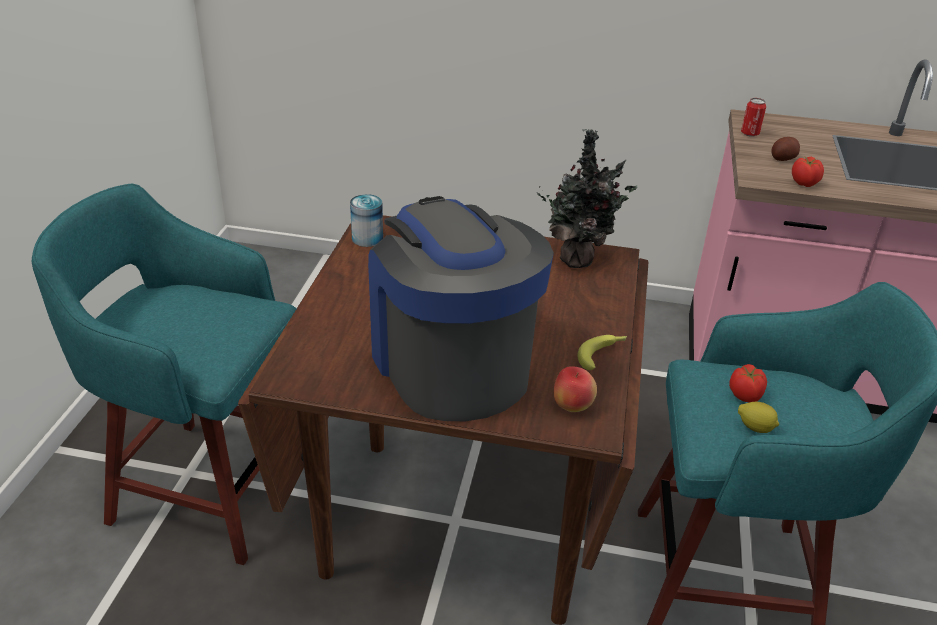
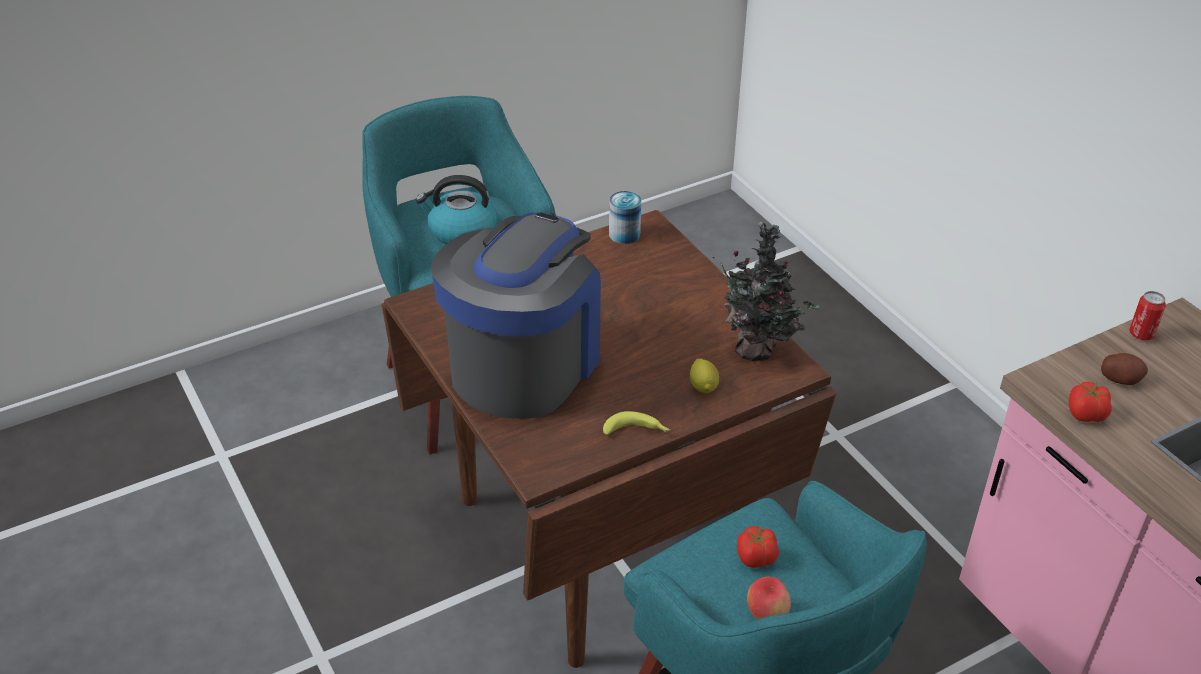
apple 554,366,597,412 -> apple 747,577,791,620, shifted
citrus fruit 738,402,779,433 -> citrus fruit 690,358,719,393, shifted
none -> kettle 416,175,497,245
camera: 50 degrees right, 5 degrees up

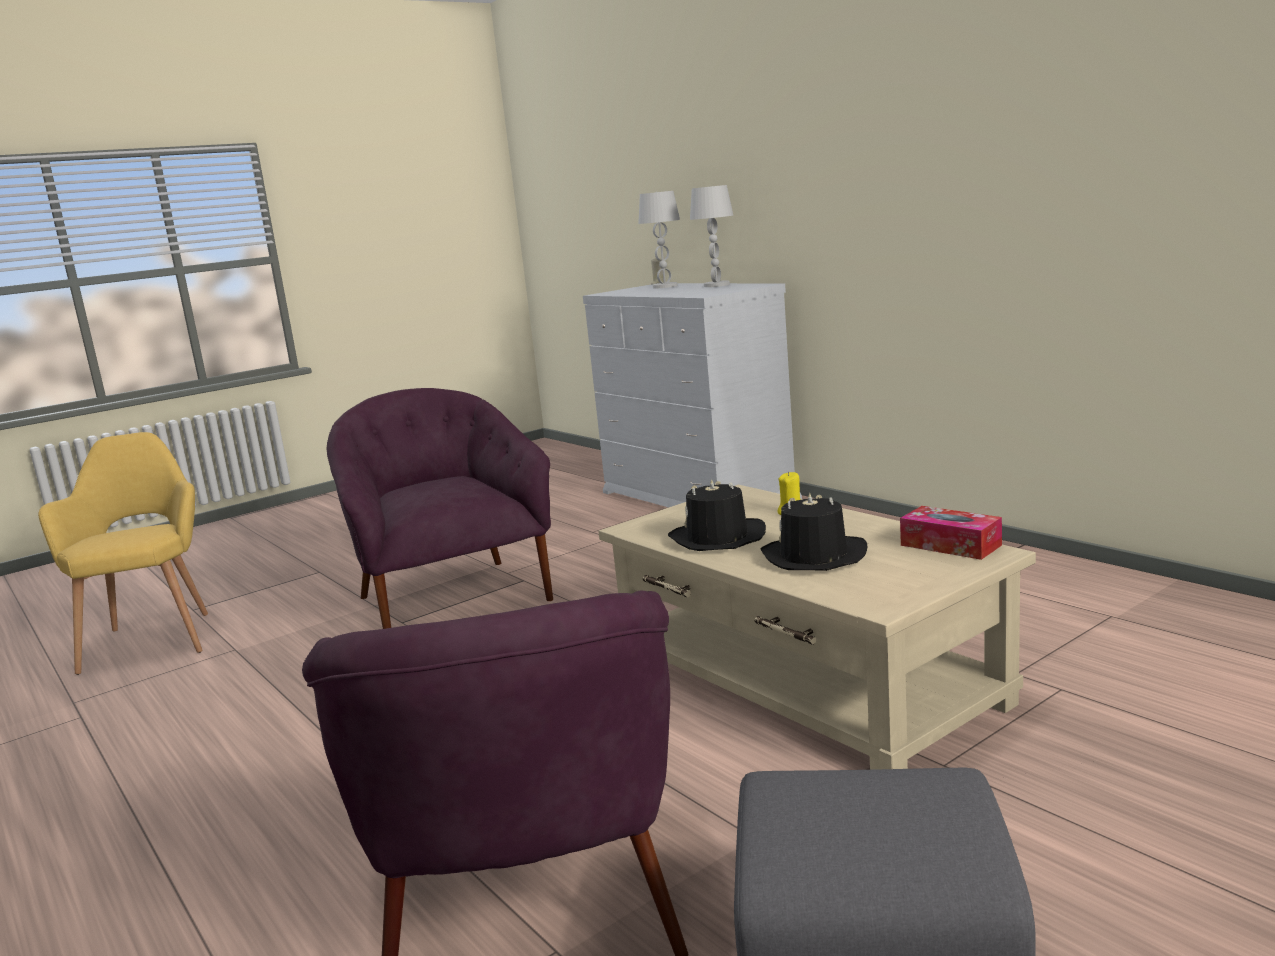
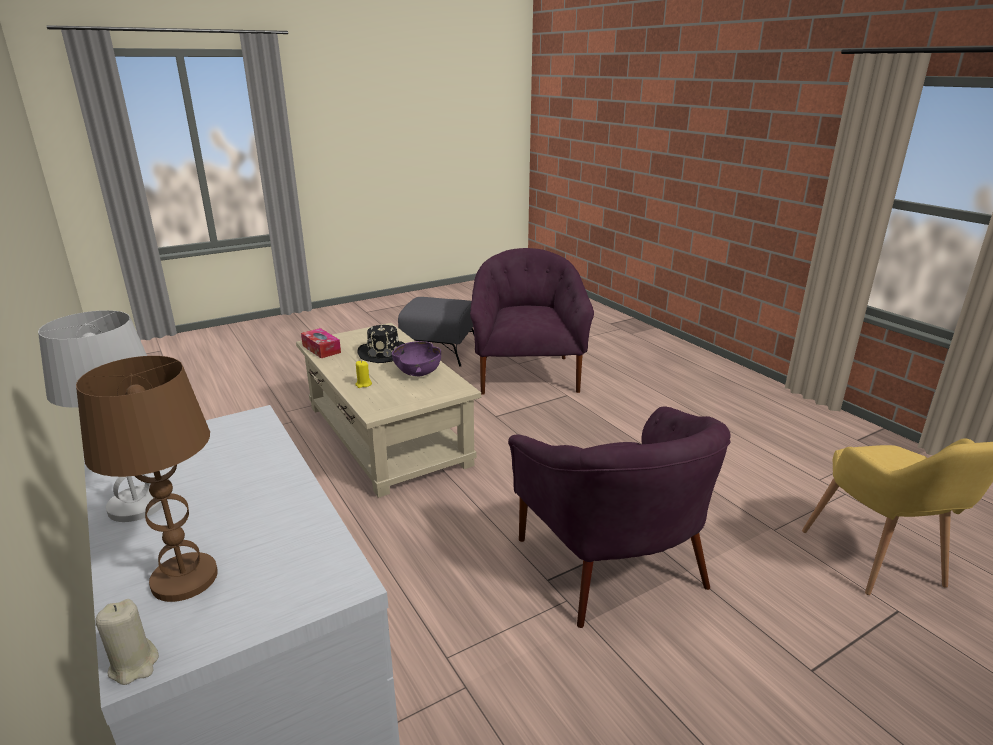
white table lamp 638,191,680,288 -> brown-coloured table lamp 76,356,218,602
black wearable hat 668,479,766,551 -> purple deep dish 392,341,441,376
camera: 175 degrees left, 10 degrees up

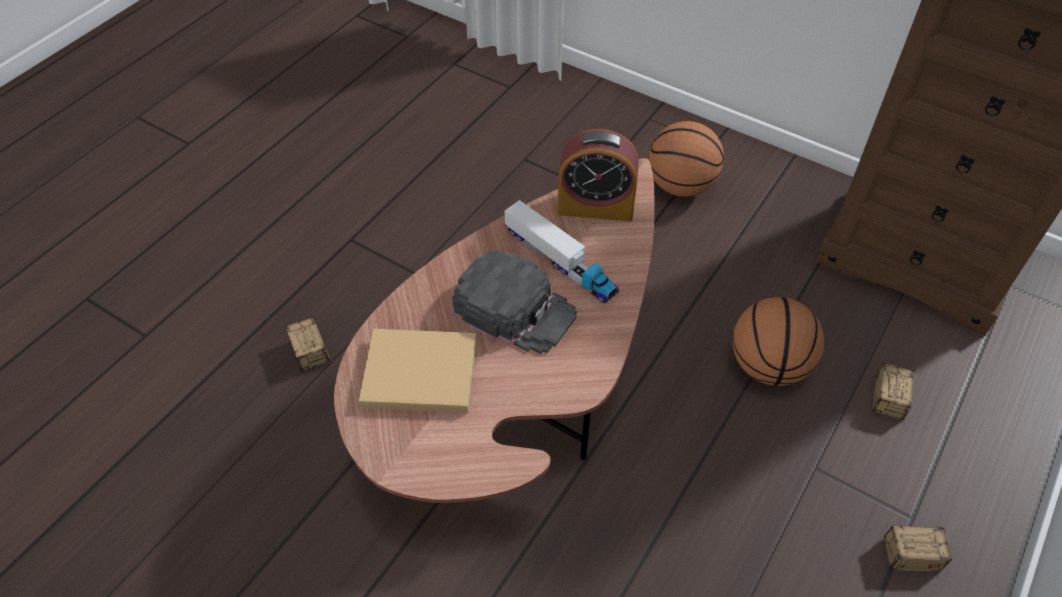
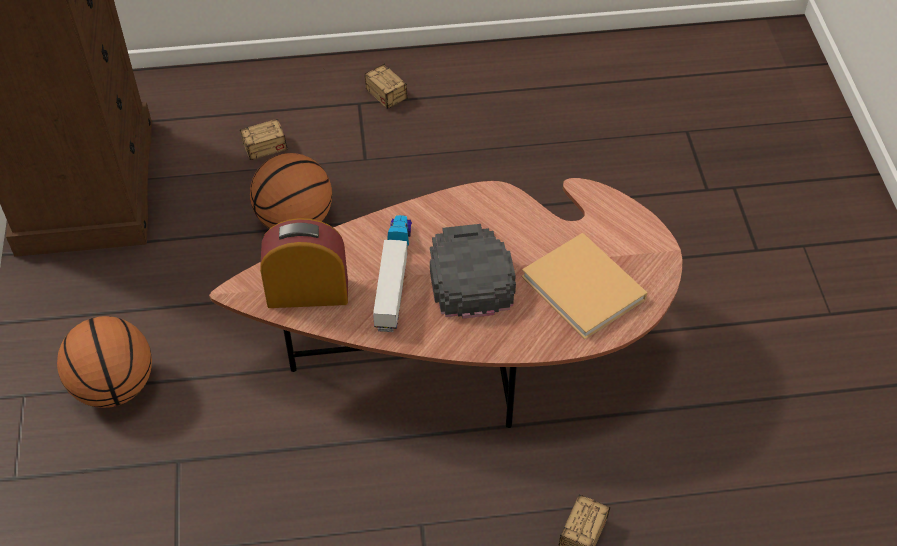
alarm clock 558,129,639,222 -> alarm clock 260,218,348,308, 60 degrees counterclockwise
camera: 130 degrees left, 0 degrees up

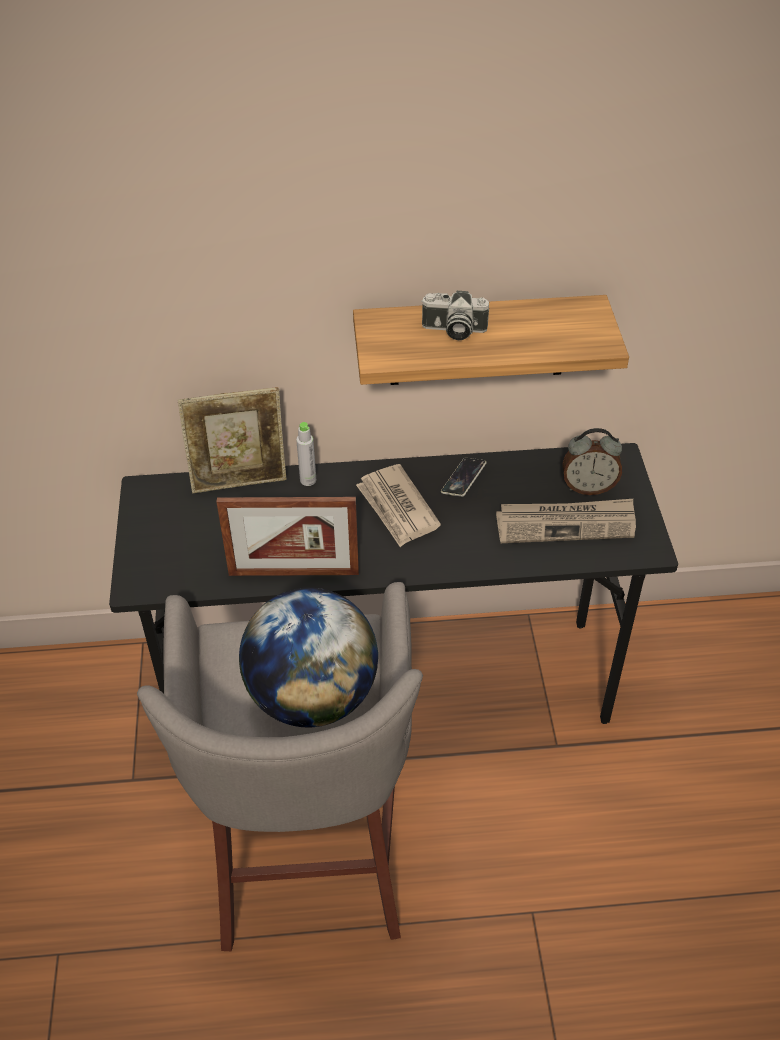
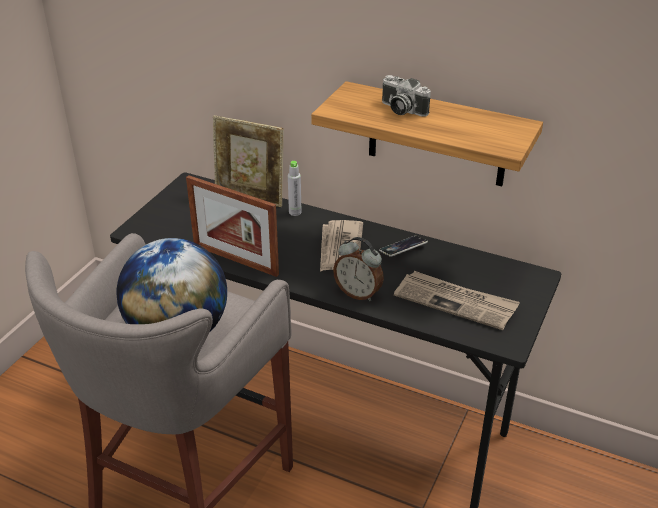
alarm clock 563,428,622,495 -> alarm clock 333,237,384,301, shifted
camera: 30 degrees right, 10 degrees down

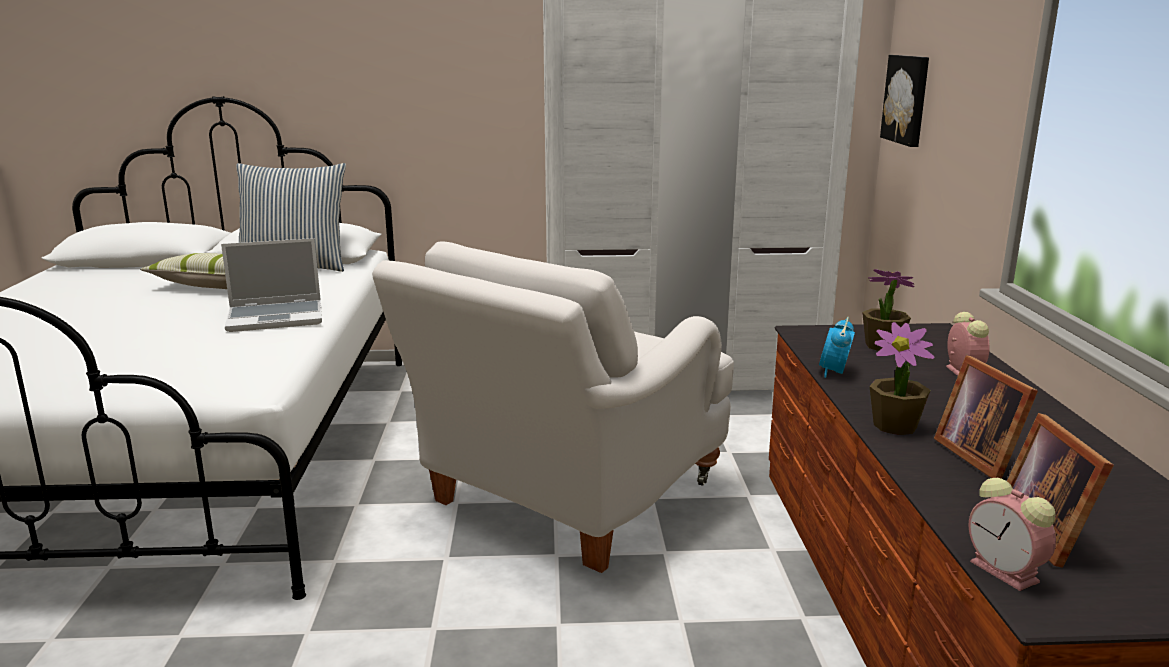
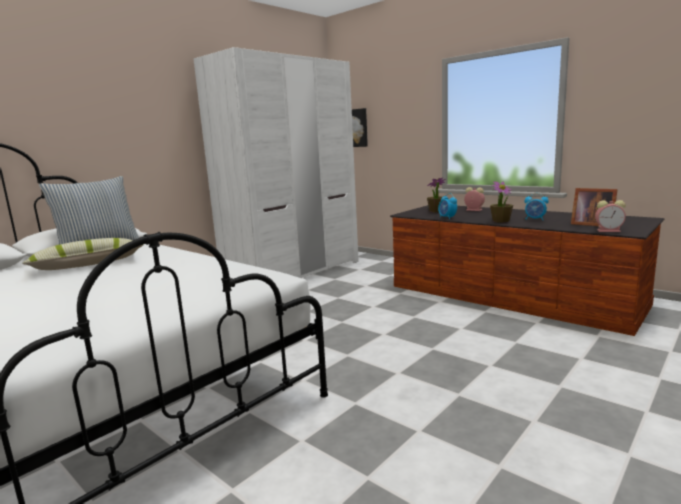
portable computer 221,238,322,332 -> none
white easy chair 372,241,734,573 -> none
picture frame 934,355,1038,479 -> alarm clock 525,193,549,220
camera: 45 degrees left, 5 degrees down

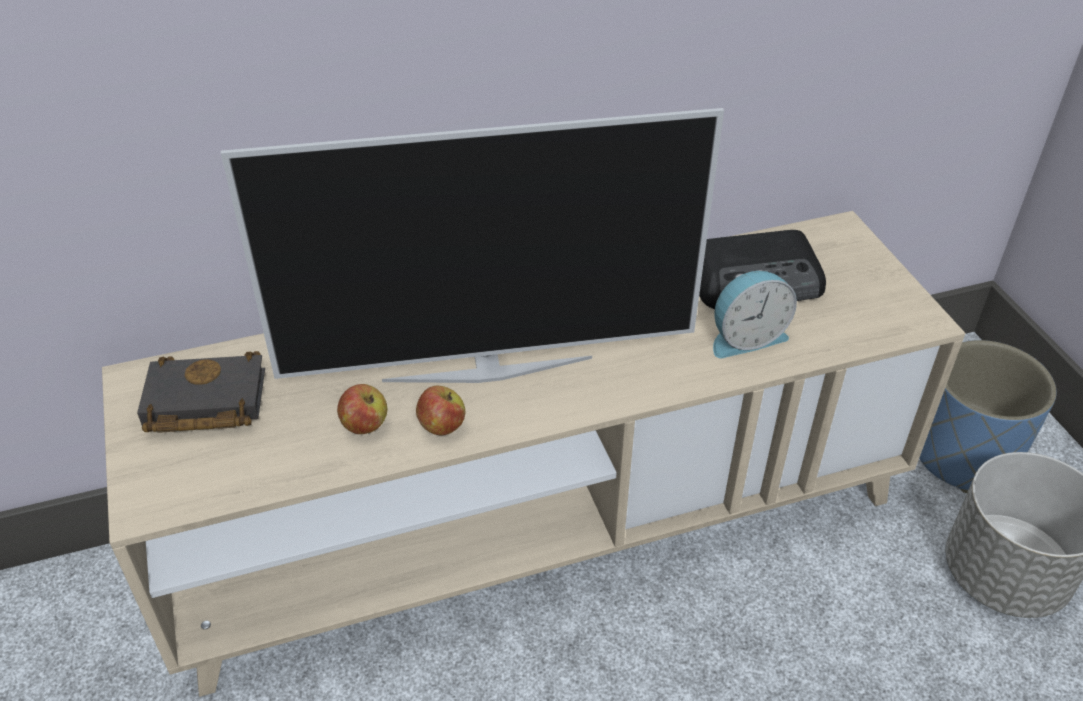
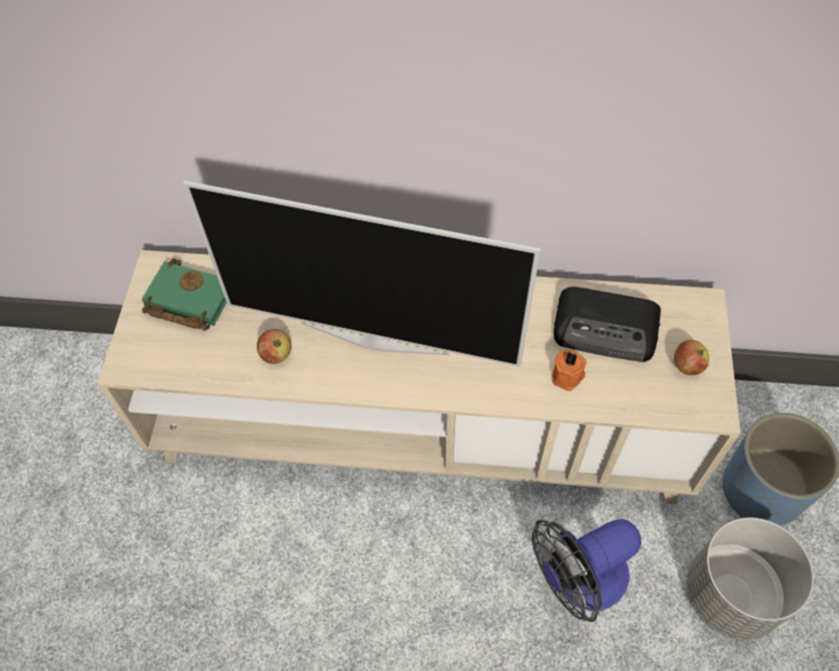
alarm clock 713,271,797,358 -> orangey candle 552,350,587,391
black bound book 137,351,265,433 -> green bound book 142,258,227,330
apple 416,386,466,436 -> apple 674,340,709,375, shifted
none -> fan 532,519,641,622
camera: 25 degrees right, 15 degrees up

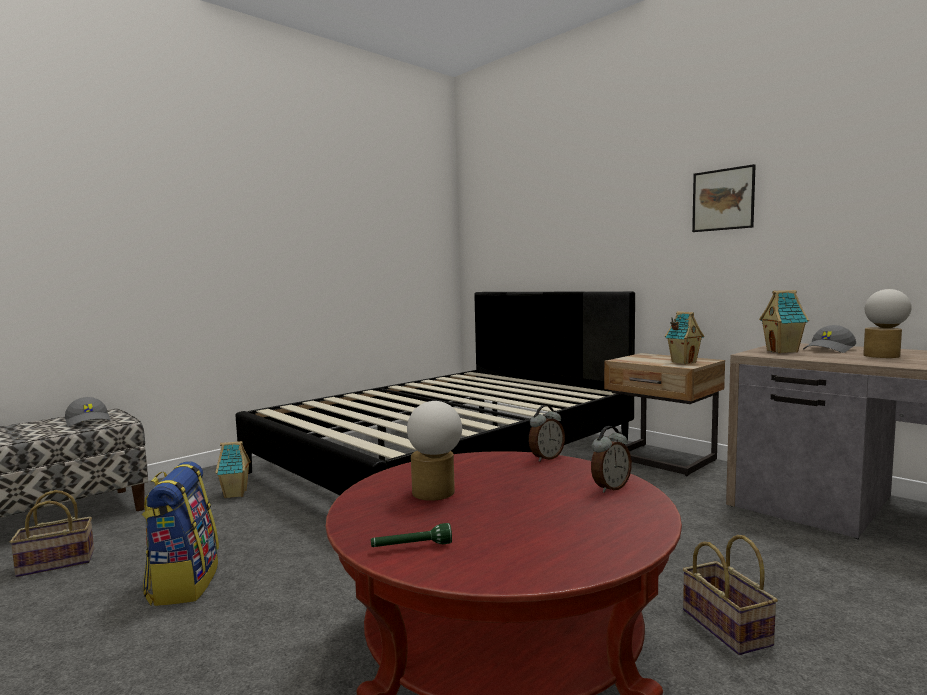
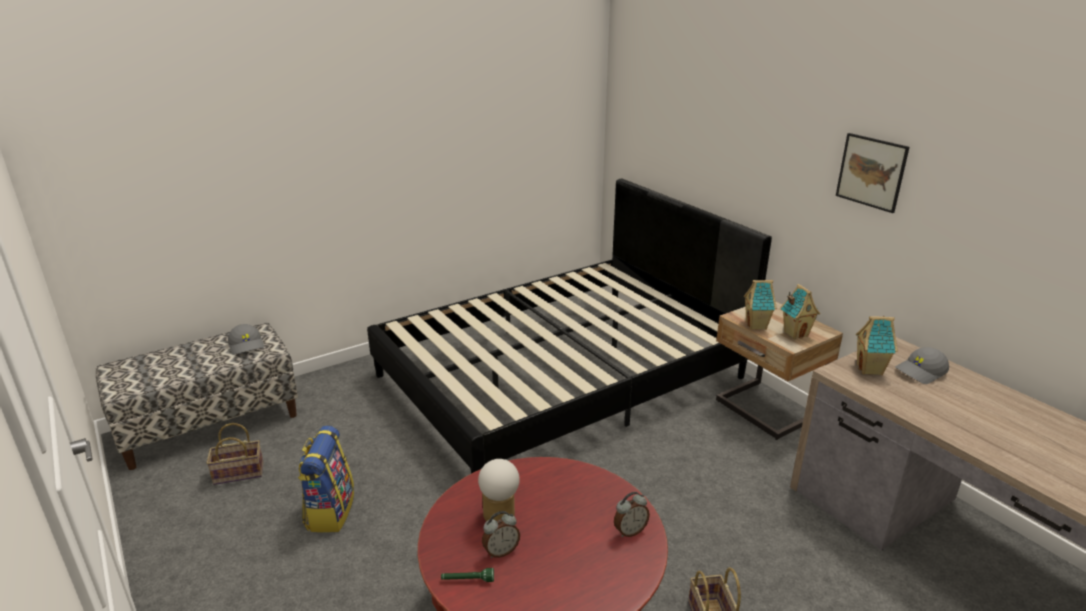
table lamp 863,289,912,358 -> none
alarm clock 529,405,565,462 -> alarm clock 482,511,520,558, shifted
toy house 215,441,251,498 -> toy house 744,280,777,330, shifted
camera: 10 degrees right, 20 degrees up

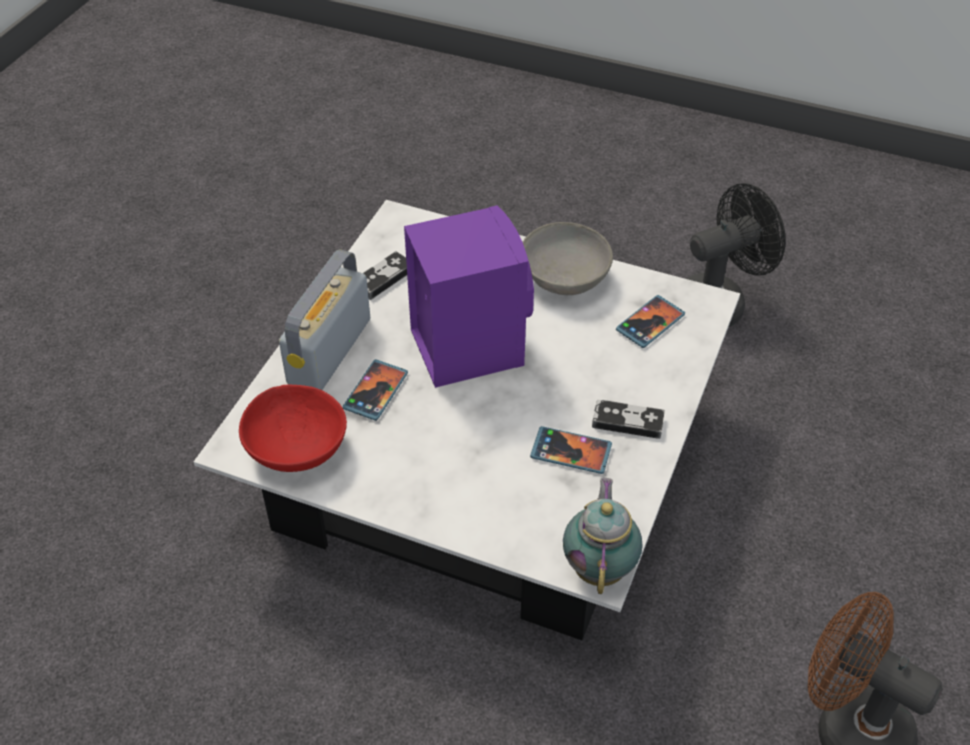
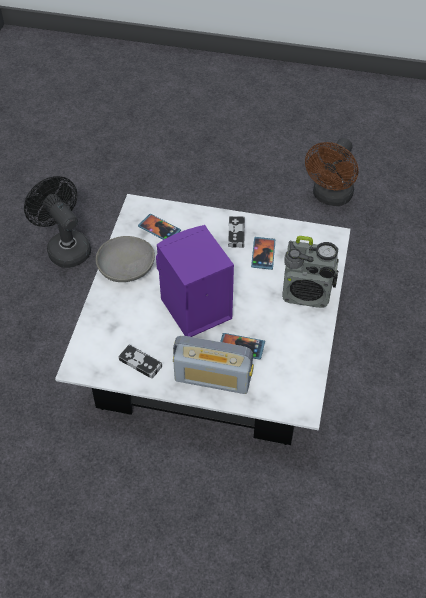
reddish deep dish 239,384,347,472 -> none
tea pot 563,478,642,594 -> none
none -> radio set 282,236,339,308
camera: 100 degrees left, 5 degrees up

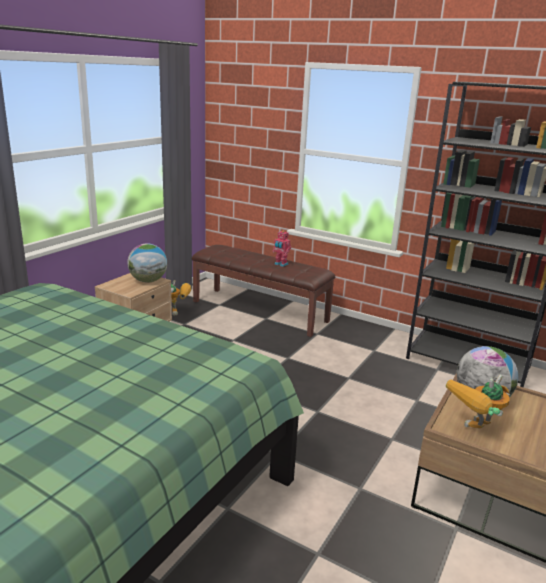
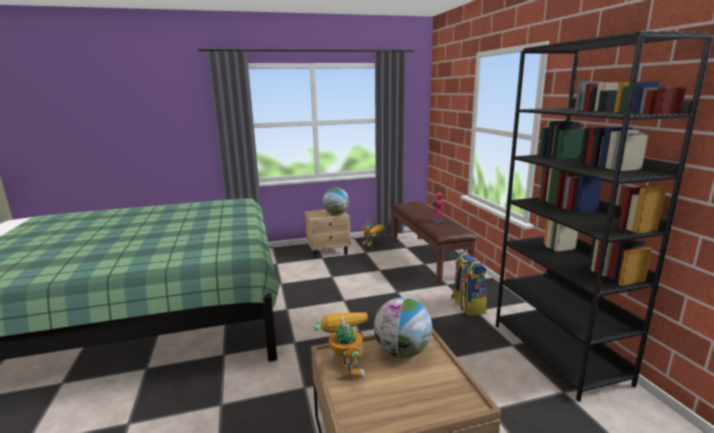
robot figure 446,375,511,428 -> robot figure 314,312,368,378, 60 degrees clockwise
none -> backpack 451,251,487,316
camera: 45 degrees right, 5 degrees down

